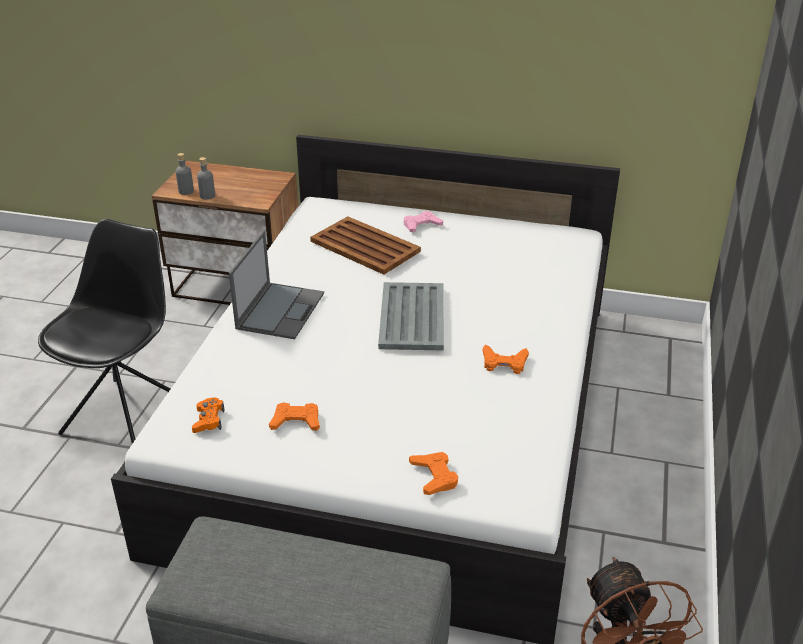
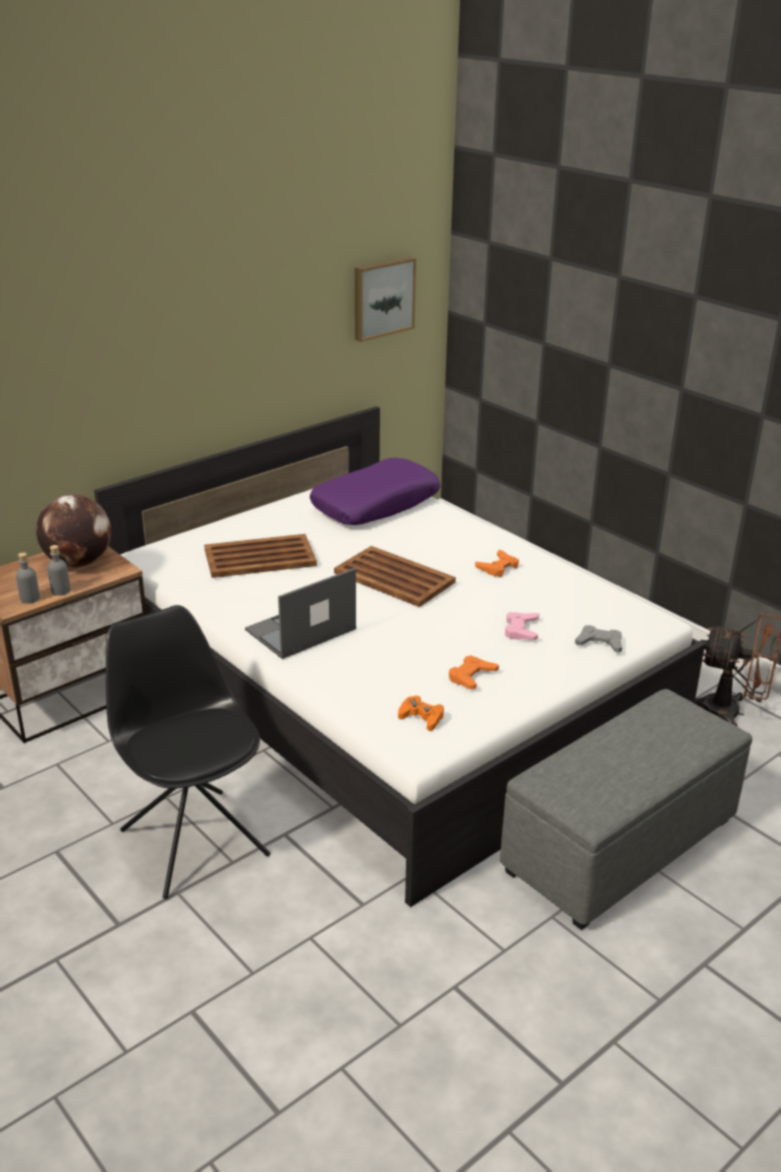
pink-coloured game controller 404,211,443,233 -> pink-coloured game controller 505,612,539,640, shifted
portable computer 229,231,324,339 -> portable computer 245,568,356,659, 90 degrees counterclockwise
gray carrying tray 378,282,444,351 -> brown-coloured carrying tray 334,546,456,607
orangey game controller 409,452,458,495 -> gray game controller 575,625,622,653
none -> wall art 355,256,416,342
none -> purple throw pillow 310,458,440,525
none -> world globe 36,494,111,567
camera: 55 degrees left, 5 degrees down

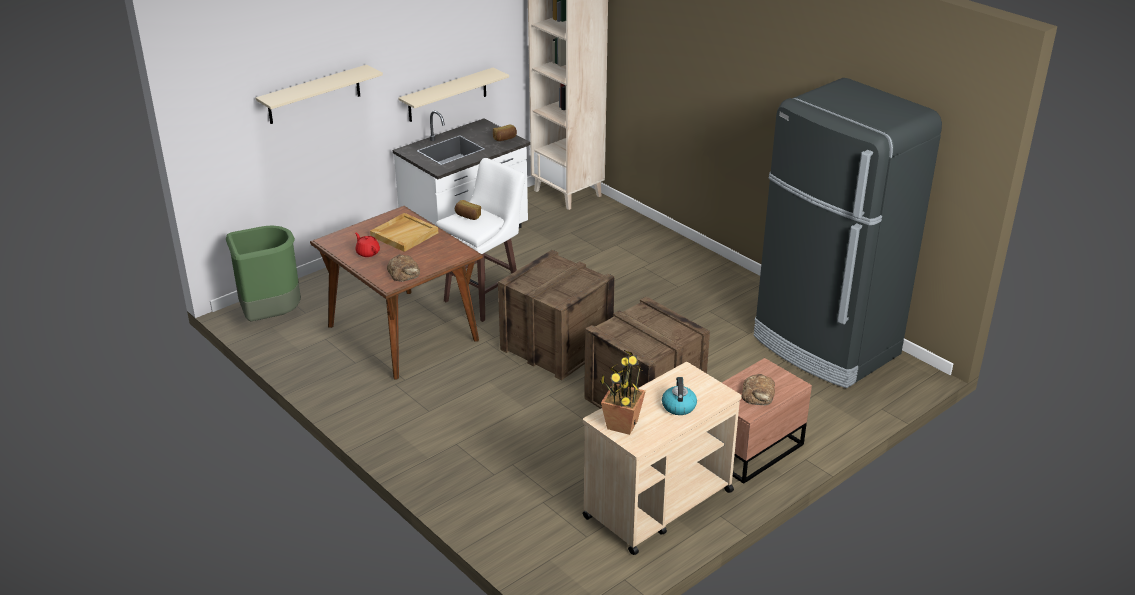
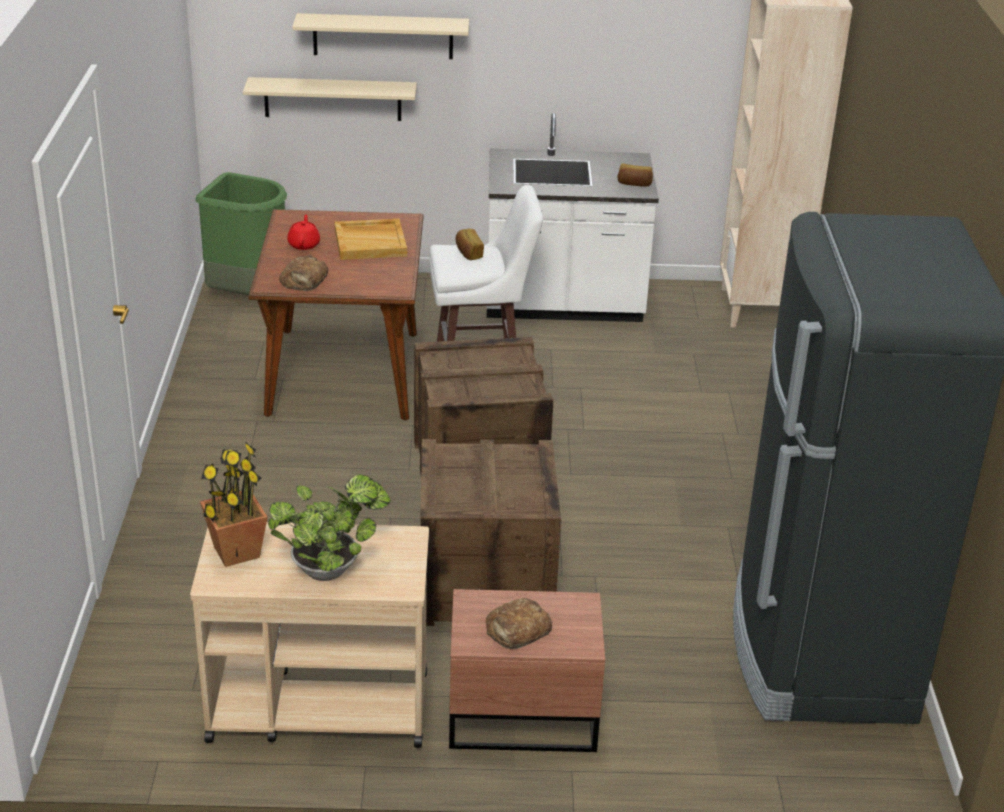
beige-coloured shelf 398,68,509,122 -> beige-coloured shelf 243,77,417,121, shifted
kettle 662,377,697,415 -> plant in a pot 268,474,391,581
camera: 40 degrees right, 0 degrees up

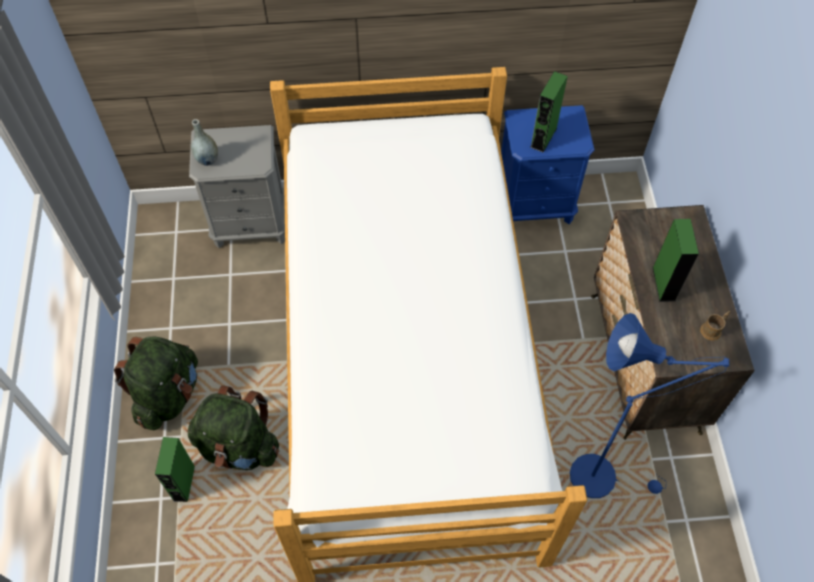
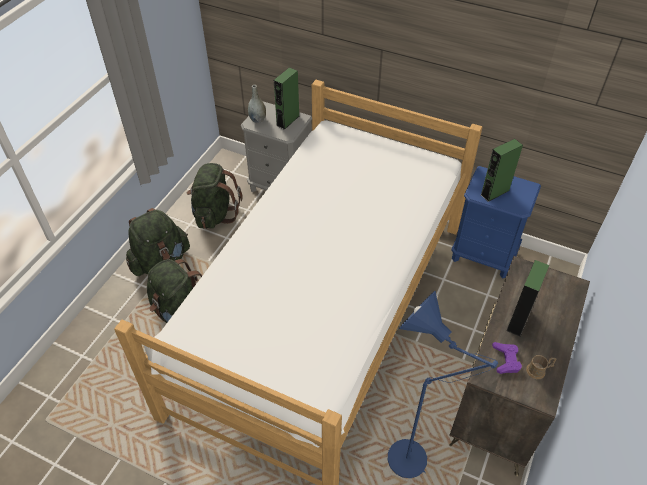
green speaker 155,437,195,502 -> green speaker 274,67,299,130, shifted
none -> green backpack 187,163,243,229
none -> purple game controller 492,342,522,374
camera: 30 degrees right, 10 degrees down

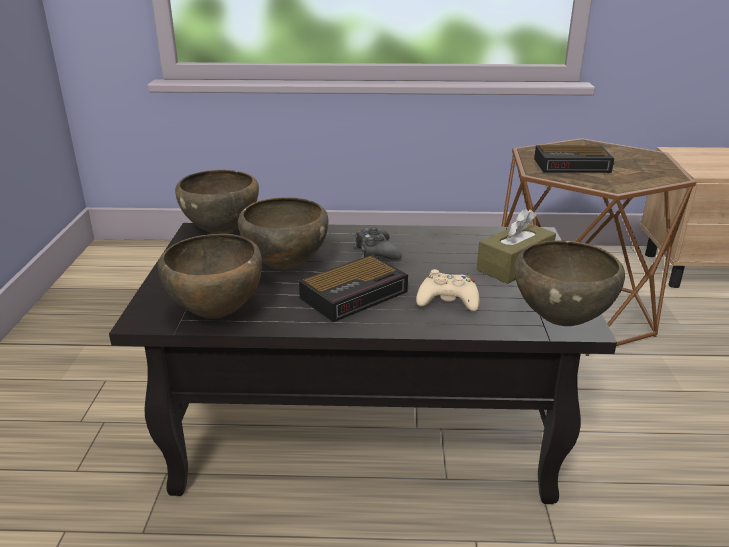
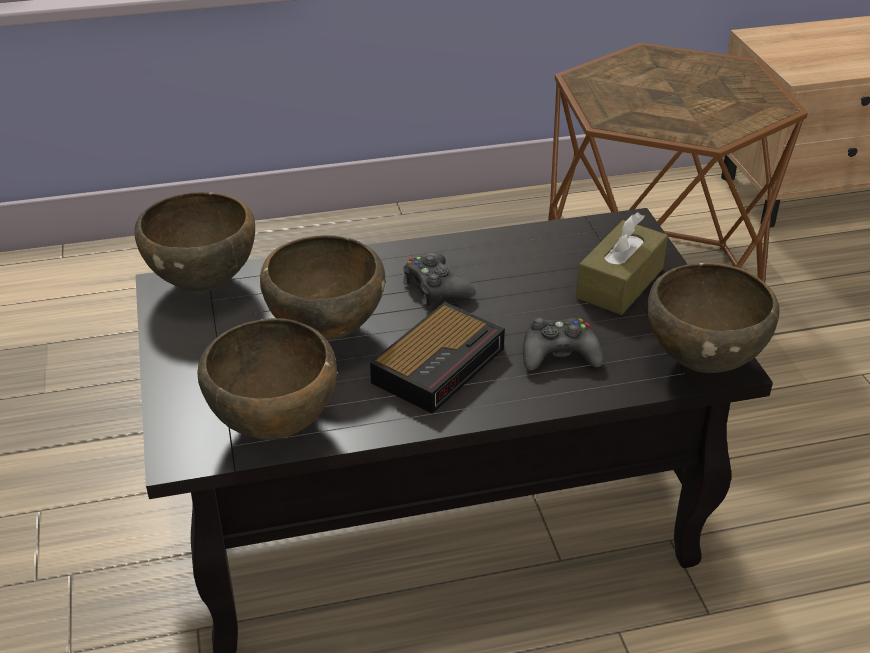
alarm clock 534,145,614,173 -> none
beige-coloured game controller 416,269,479,311 -> black game controller 523,317,603,371
camera: 15 degrees left, 10 degrees up

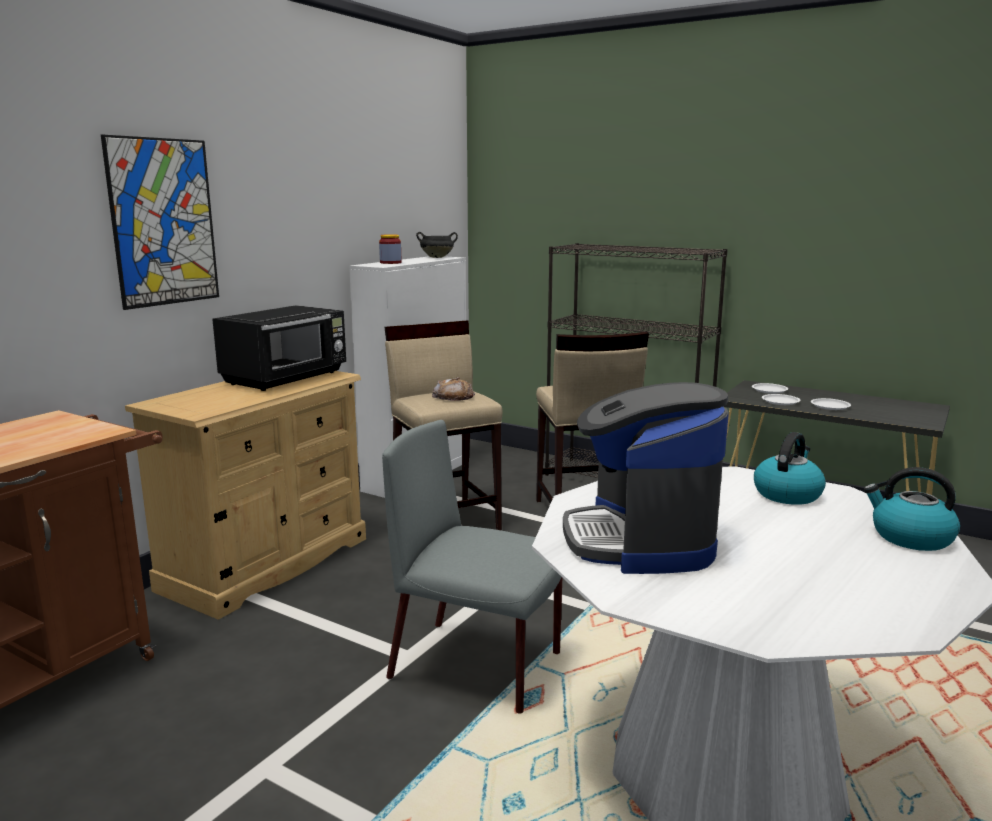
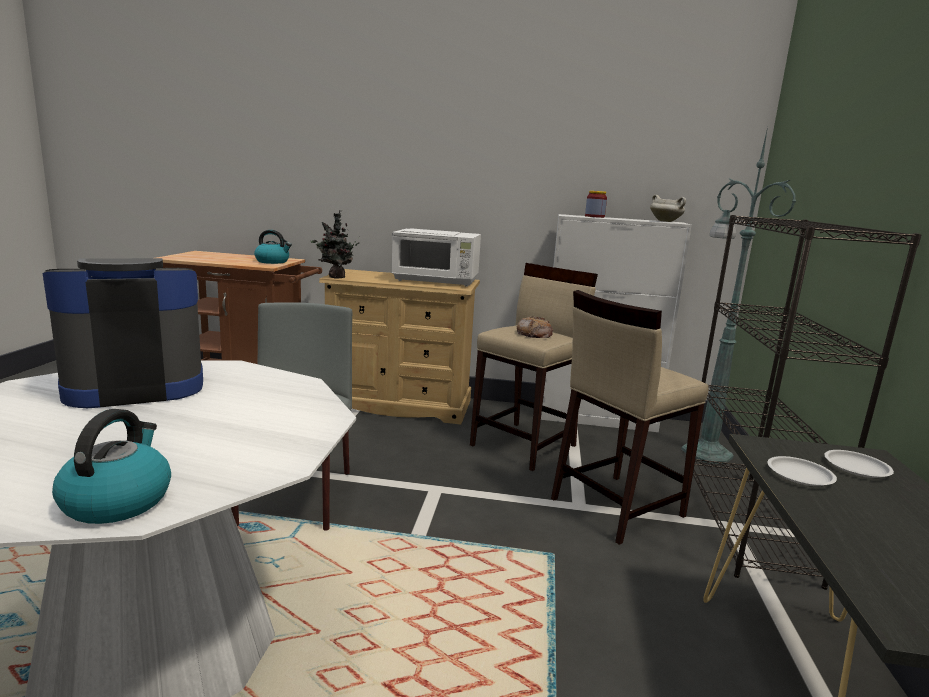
wall art 101,135,219,310 -> none
black cooking pot 416,232,458,258 -> white cooking pot 650,195,686,222
black kitchen microwave 212,305,346,391 -> white kitchen microwave 392,228,481,287
white plate 811,398,851,410 -> none
kettle 754,432,826,505 -> kettle 254,230,292,264, shifted
none -> green floor lamp 681,127,796,464
none -> plant in a pot 311,210,360,279
camera: 65 degrees right, 0 degrees up

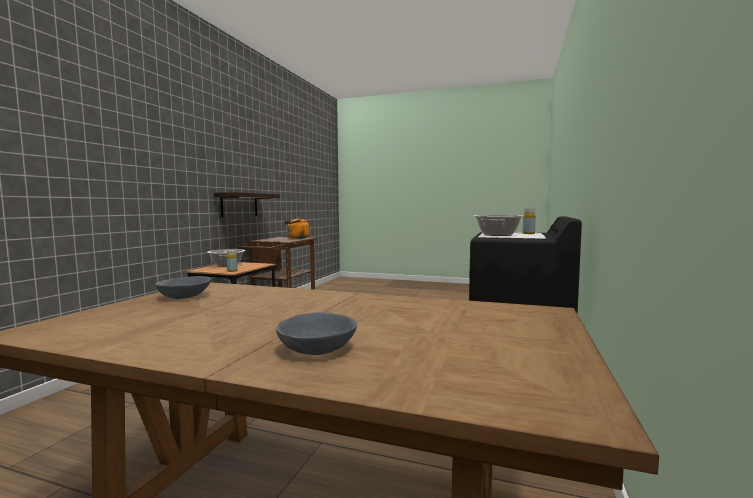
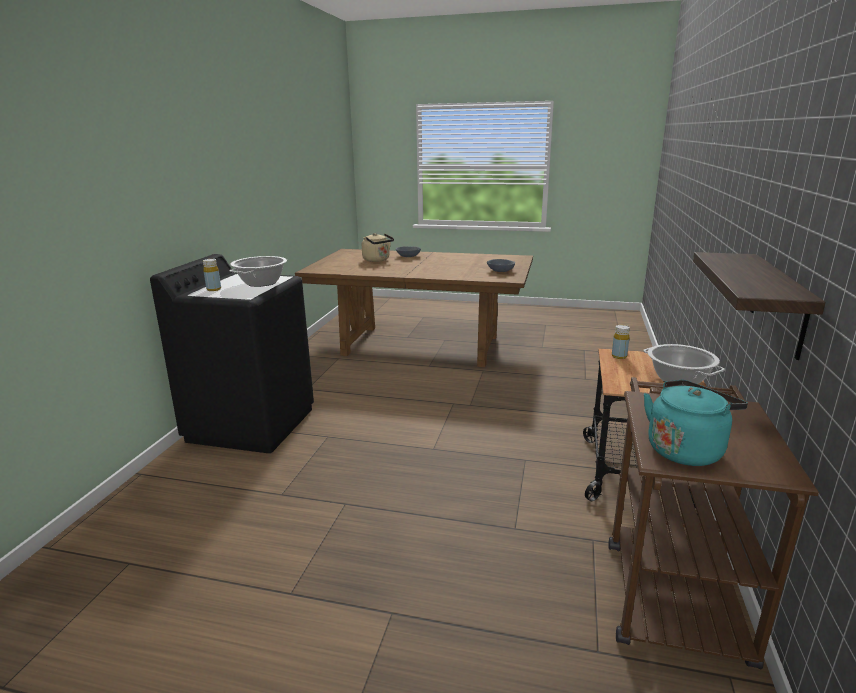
orangey kettle 284,218,309,239 -> turquoise-coloured kettle 644,380,748,466
none -> beige-coloured kettle 362,233,394,262
camera: 175 degrees right, 15 degrees up

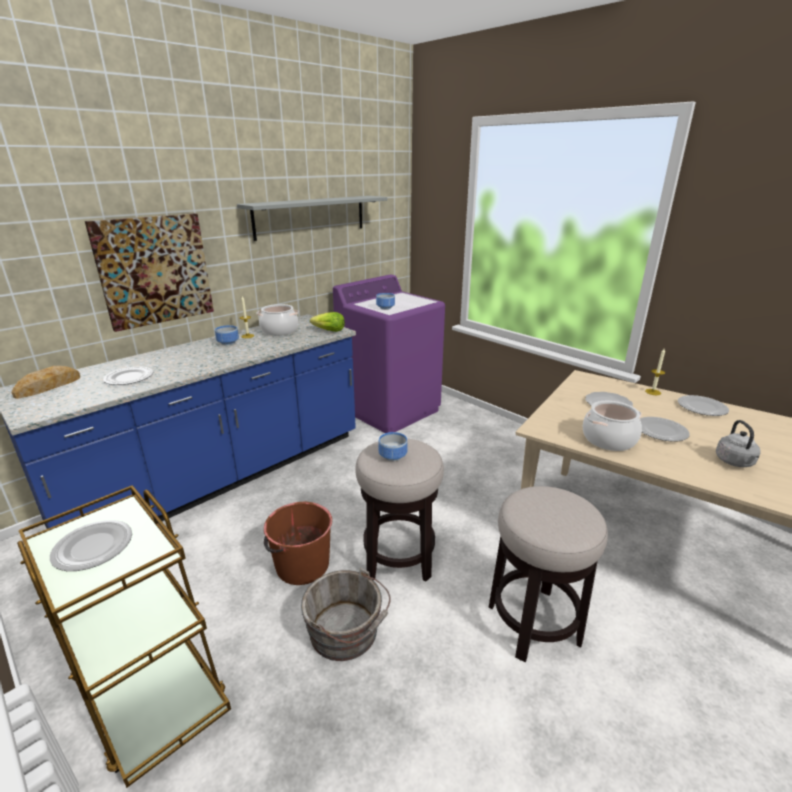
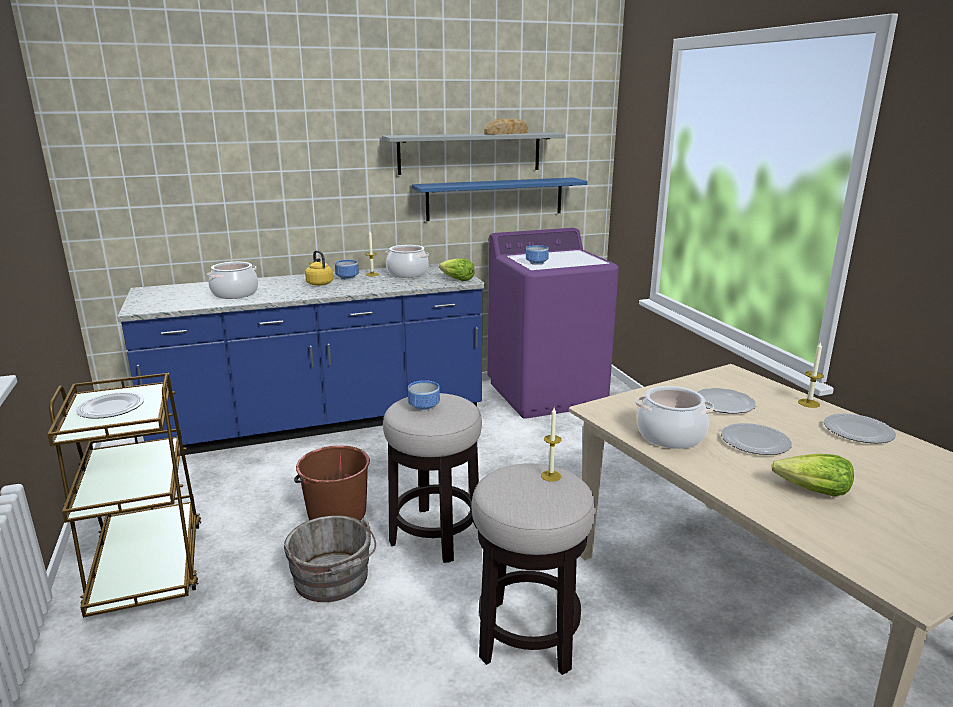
wall art 85,213,214,332 -> none
bread 11,366,80,399 -> bread 484,119,528,135, shifted
plate 103,366,154,385 -> cooking pot 207,262,258,299
gray kettle 716,420,761,467 -> lettuce 771,454,854,496
none -> blue shelf 412,177,588,221
none -> yellowish kettle 305,250,333,286
none -> candle 541,408,561,482
camera: 25 degrees right, 5 degrees down

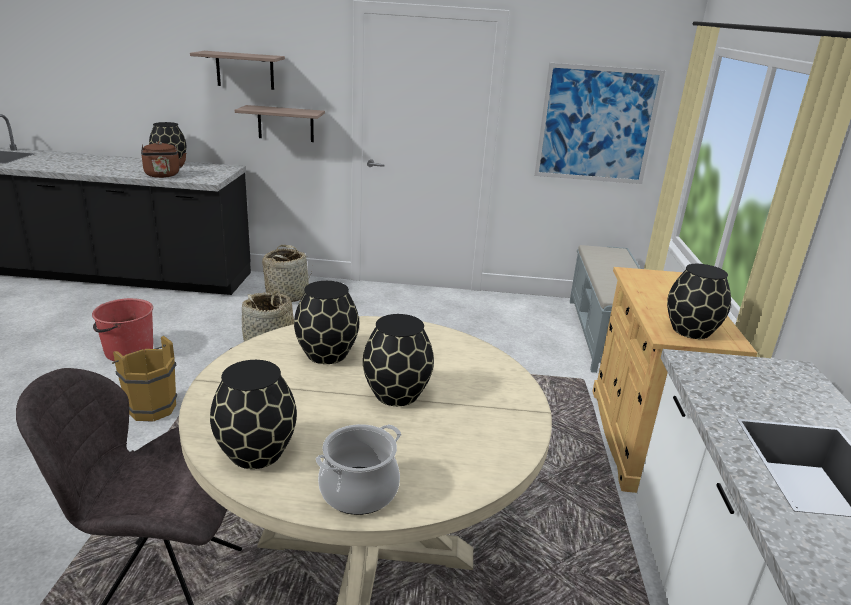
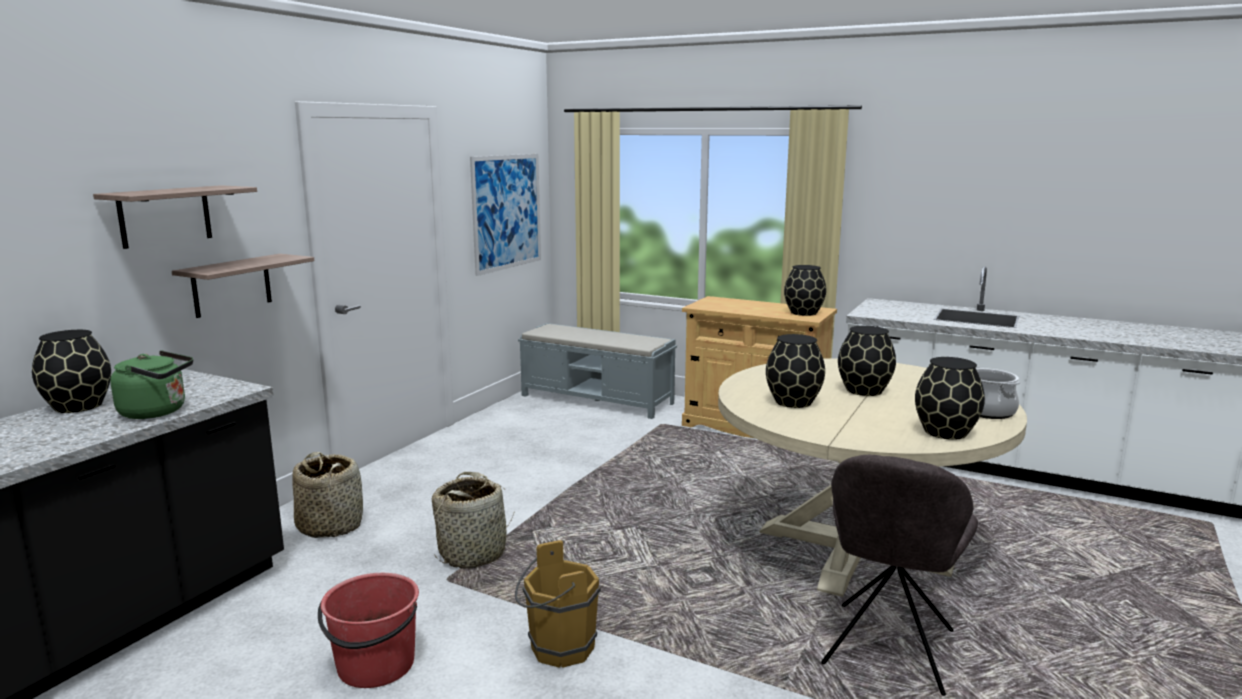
brown-coloured kettle 141,141,186,178 -> green kettle 110,351,193,419
camera: 65 degrees left, 10 degrees down

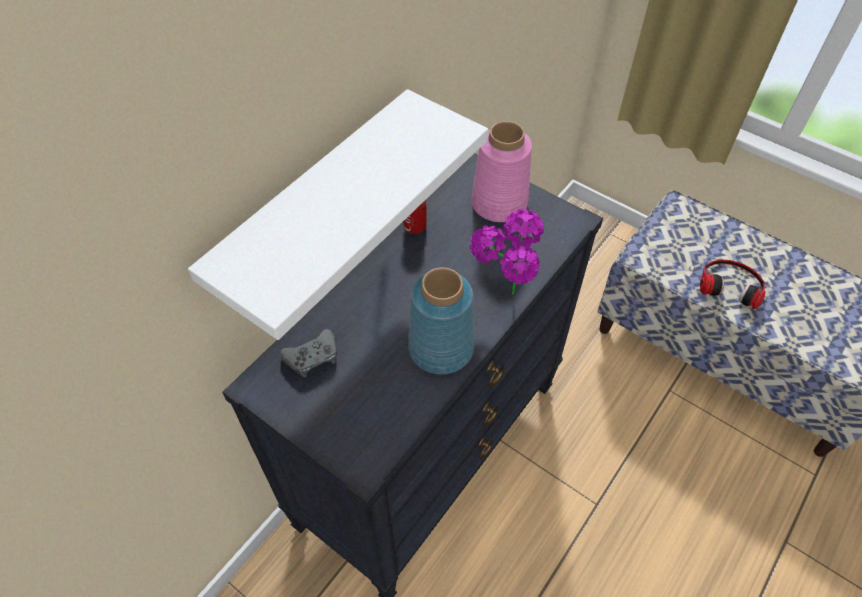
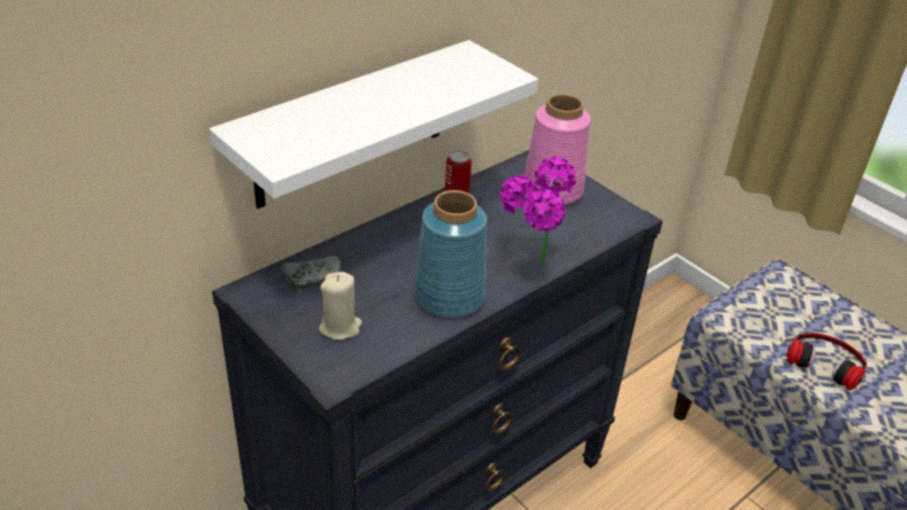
none -> beige-coloured candle 319,272,362,340
camera: 10 degrees right, 15 degrees down

